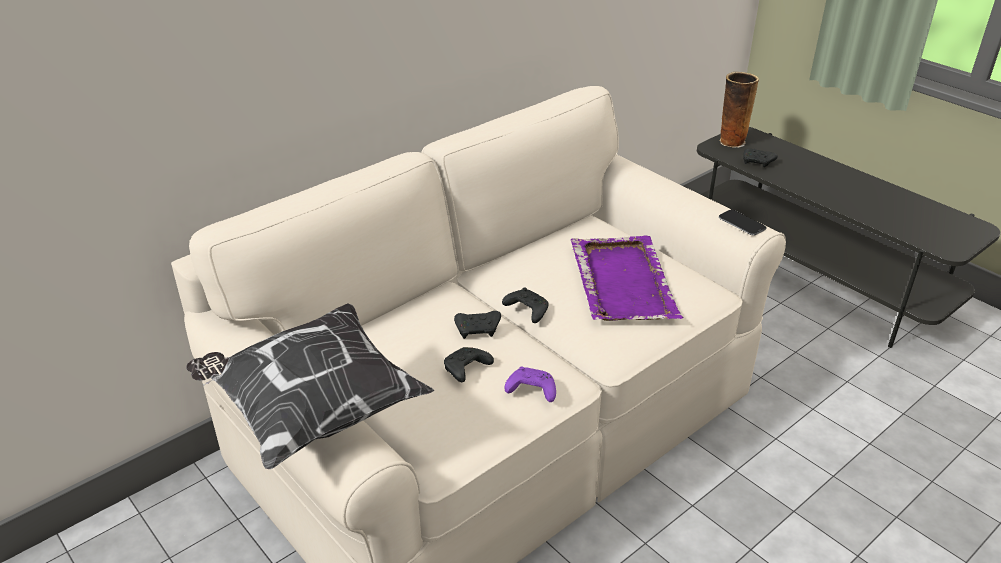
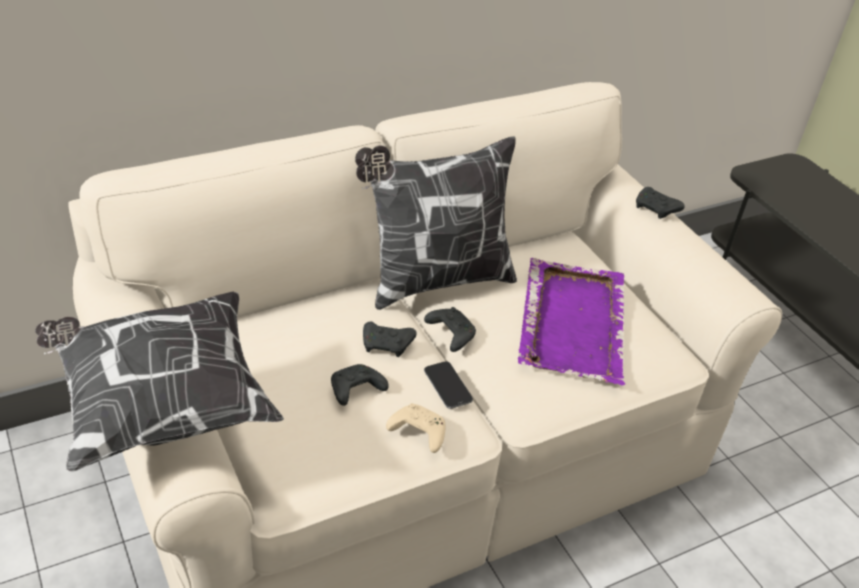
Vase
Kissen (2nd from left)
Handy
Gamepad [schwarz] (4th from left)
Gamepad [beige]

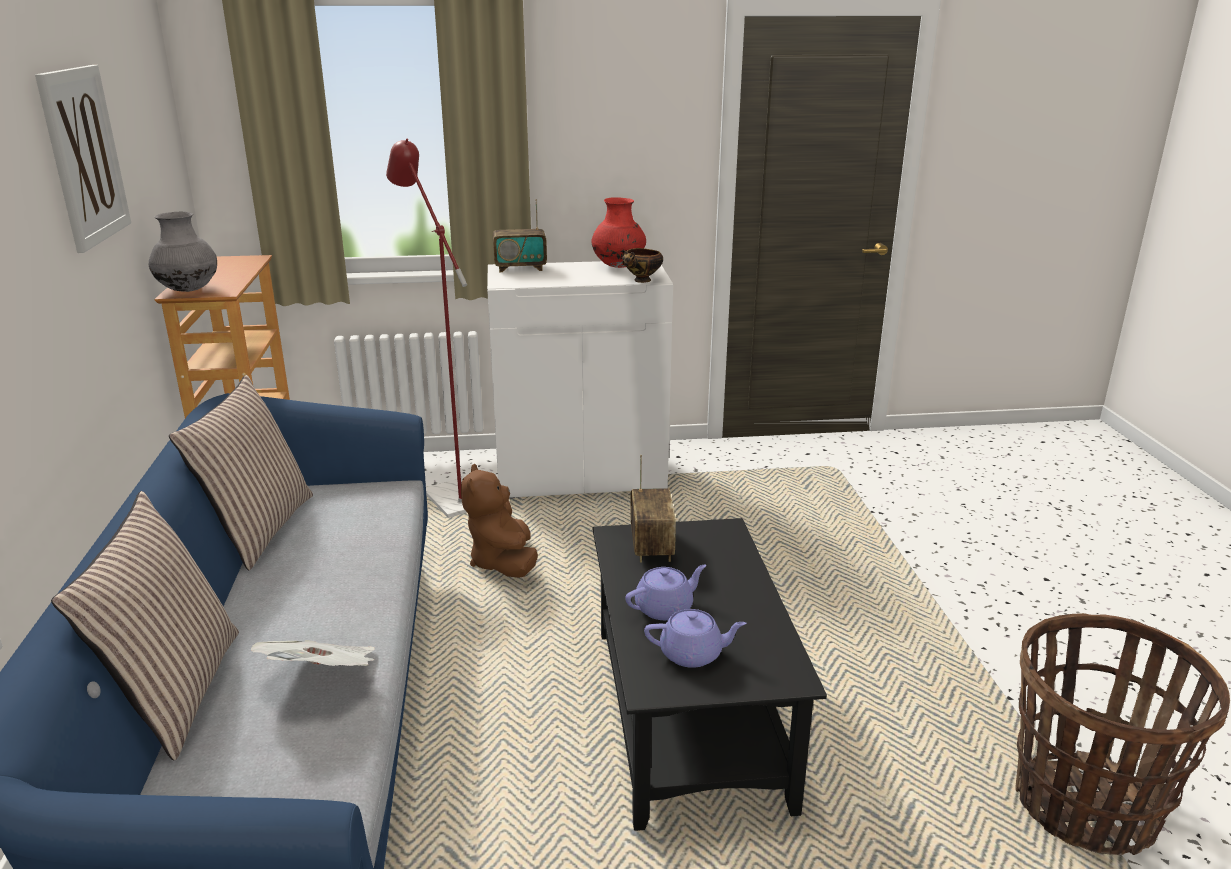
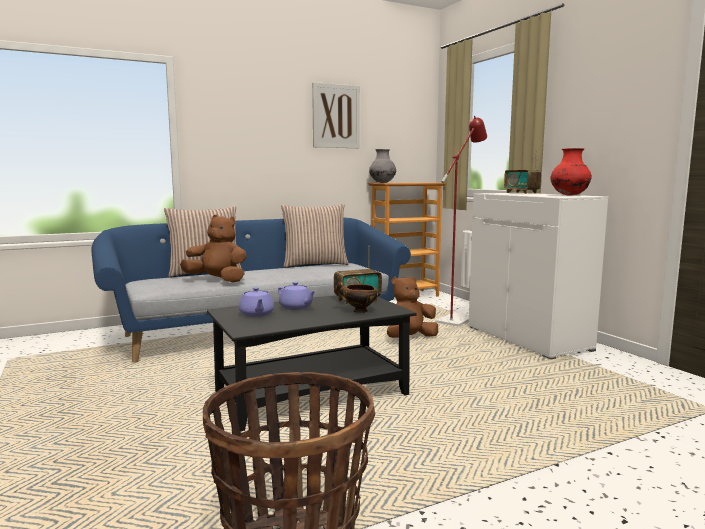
Schüssel
Plüschtier [braun] (1st from left)

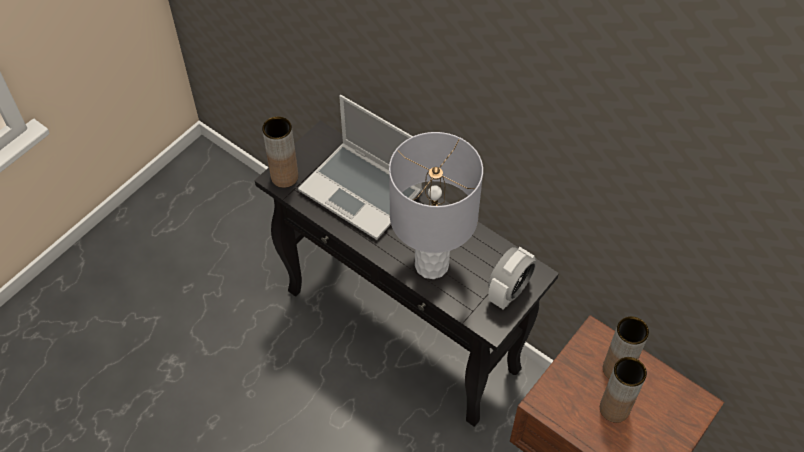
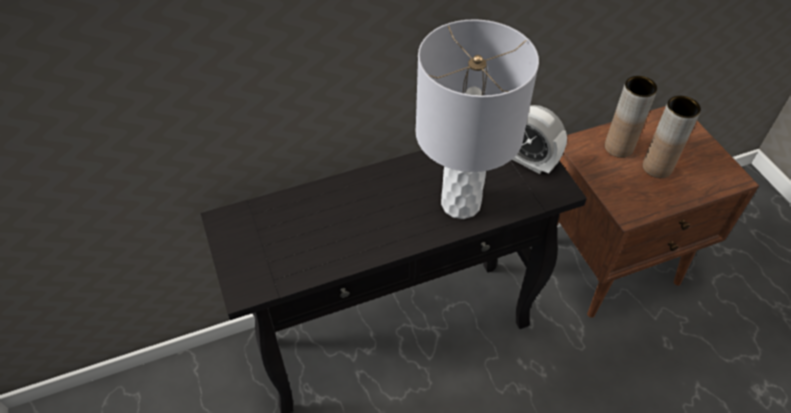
Vase [braun] (1st from left in the first image)
Laptop
Wecker

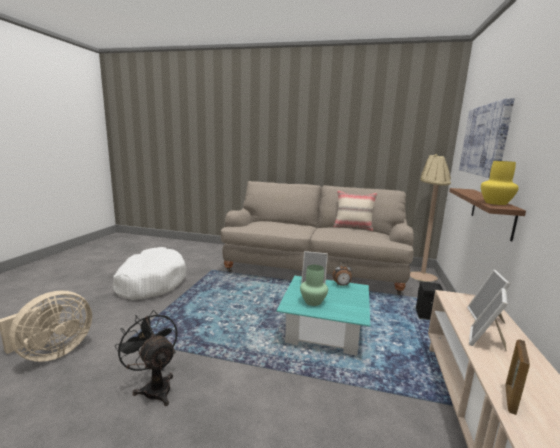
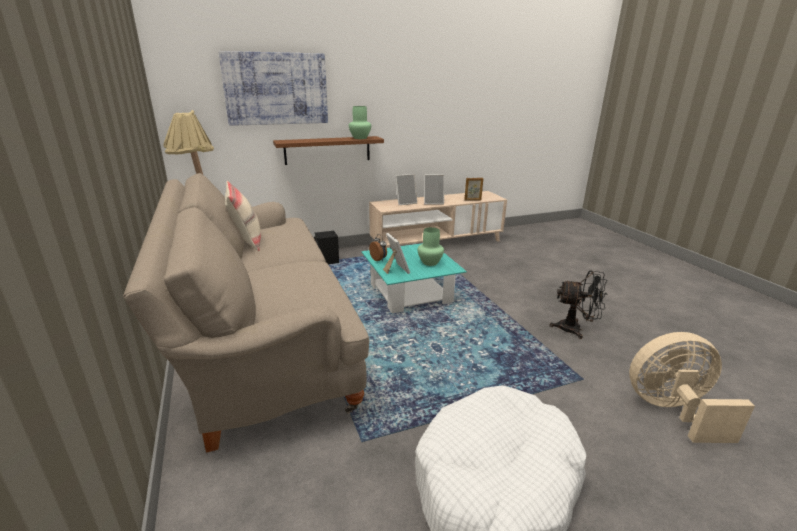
Vase [grün] (1st from left)
Ventilator [schwarz]

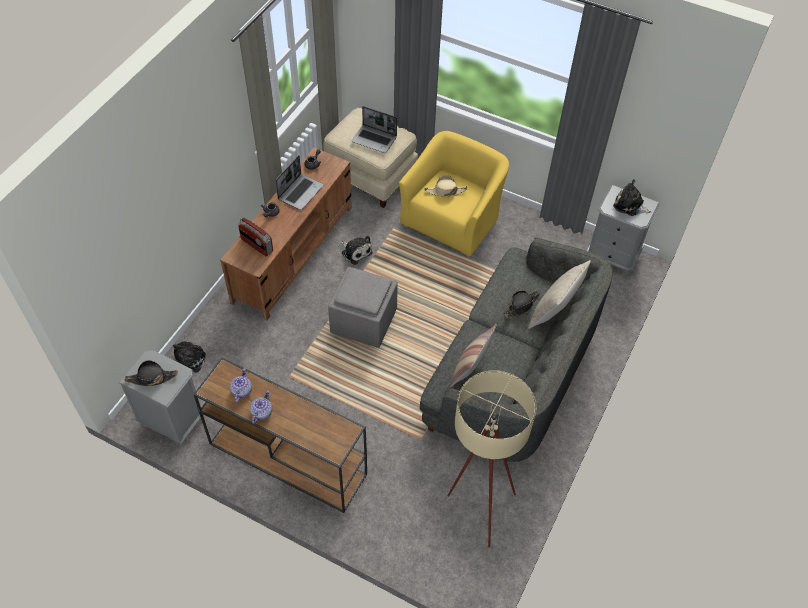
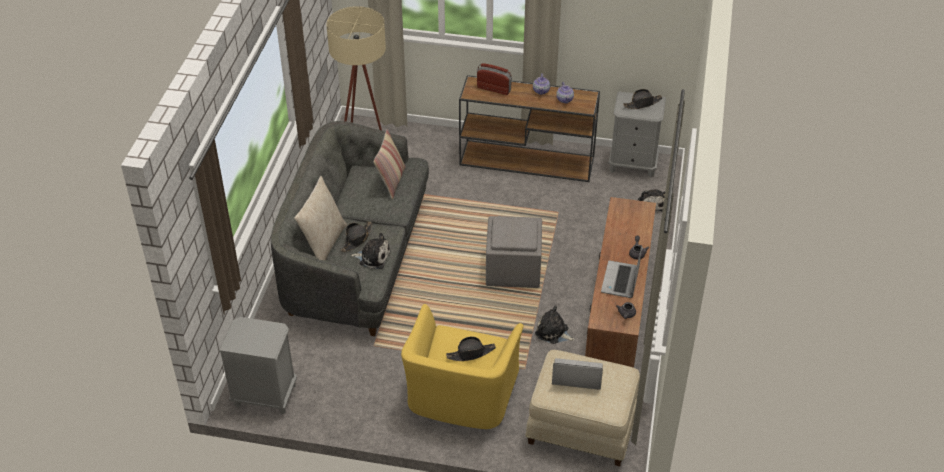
Radio
Plüschtier (1st from left)
Hut [schwarz] (2nd from left)

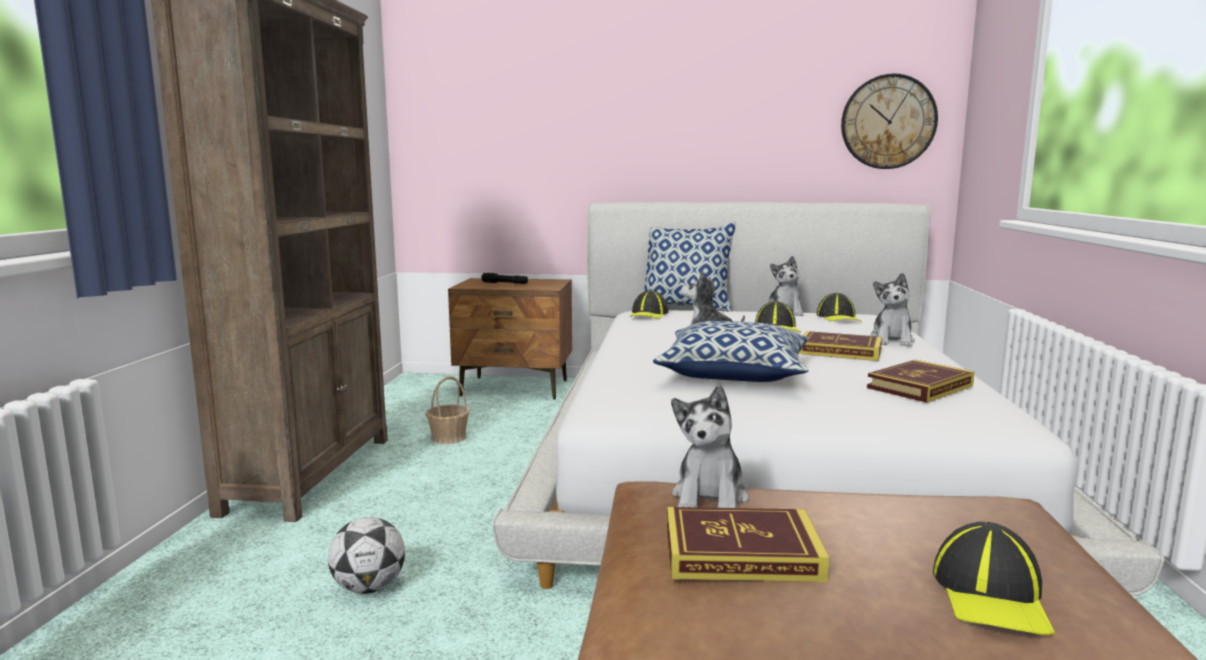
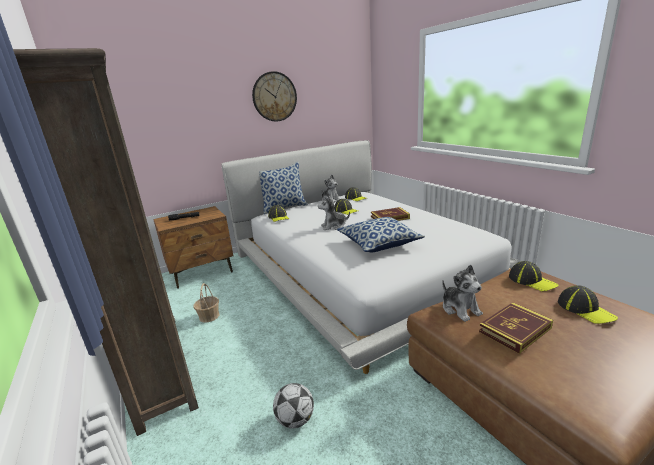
Buch (3rd from left in the first image)
Plüschtier (4th from left in the first image)
Kappe (4th from left)
Wanduhr

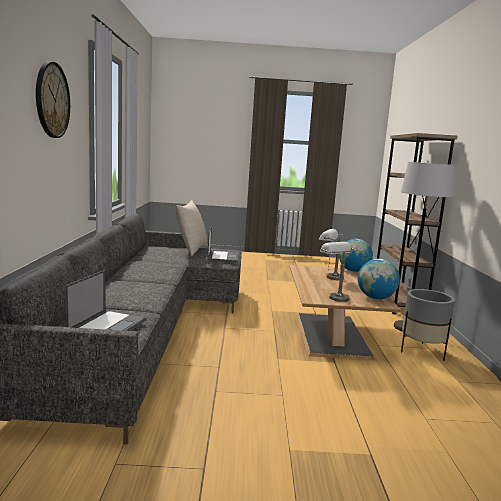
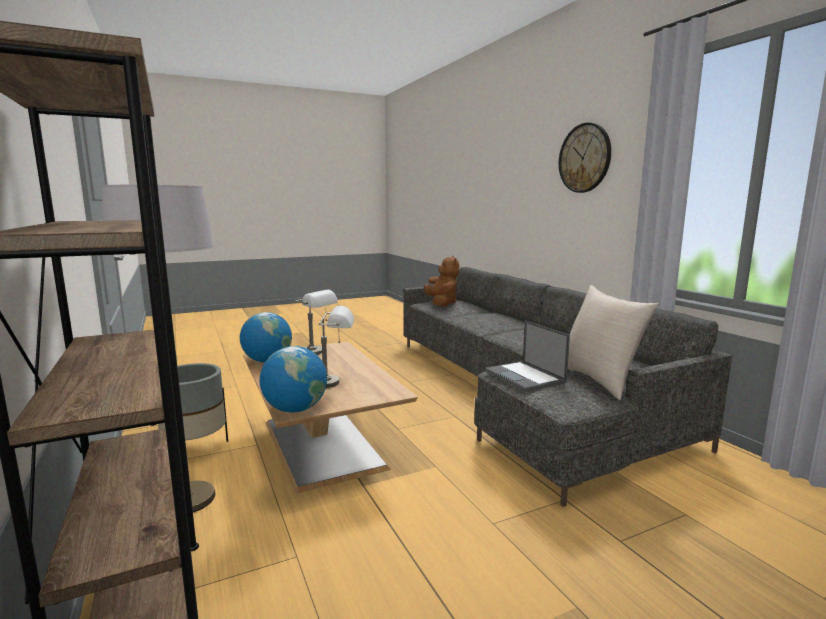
Plüschtier [braun]

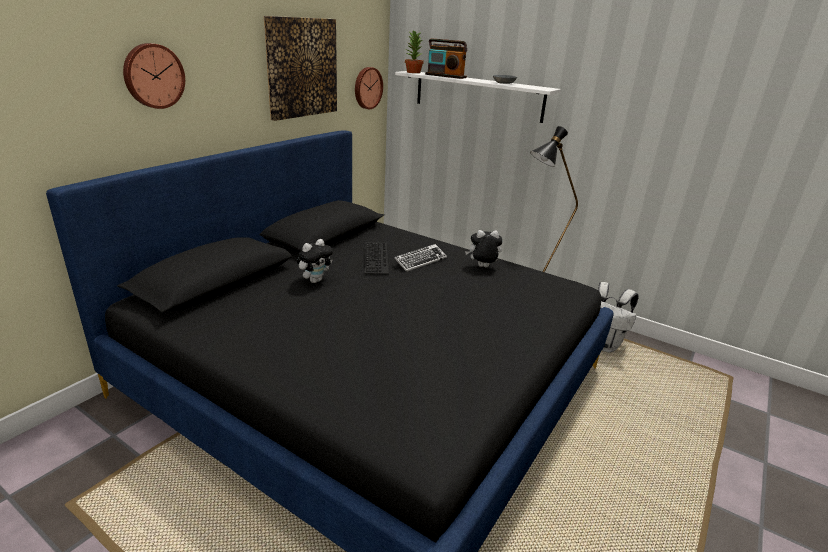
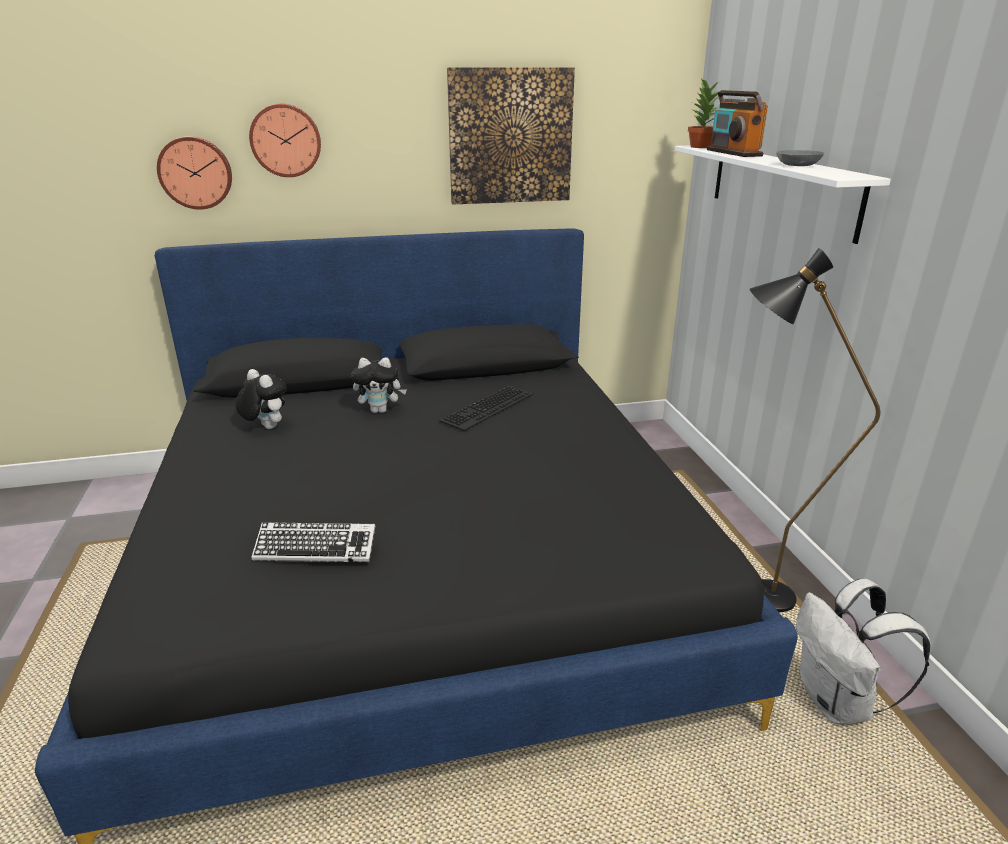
Wanduhr (1st from left)
Tastatur (1st from left)
Plüschtier (1st from left)

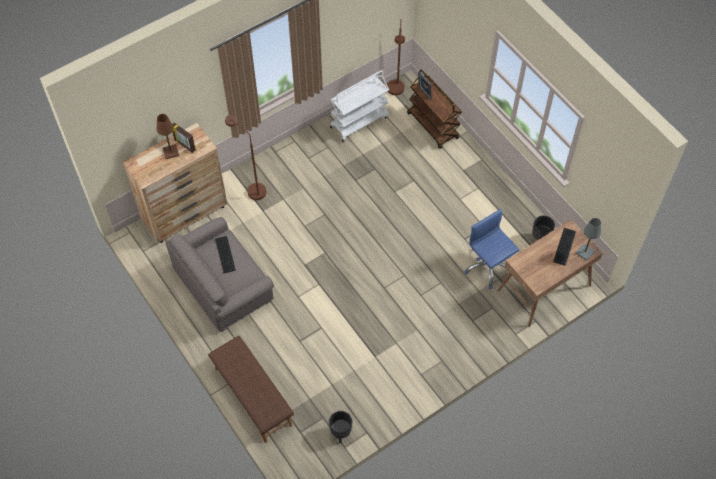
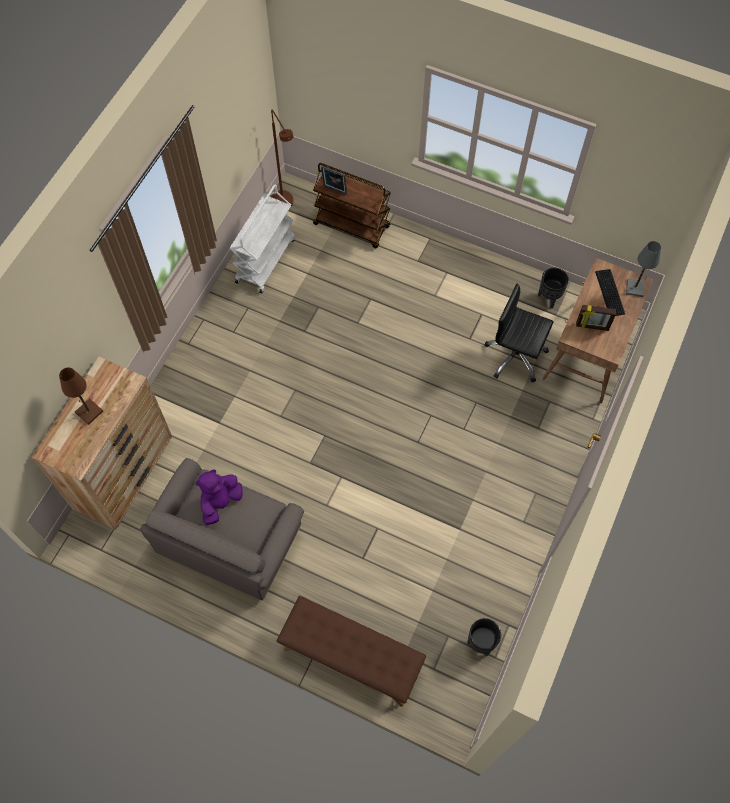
Stehlampe [braun] (1st from left in the first image)
Bilderrahmen (2nd from left)
Plüschtier [lila]
Bürostuhl [schwarz]

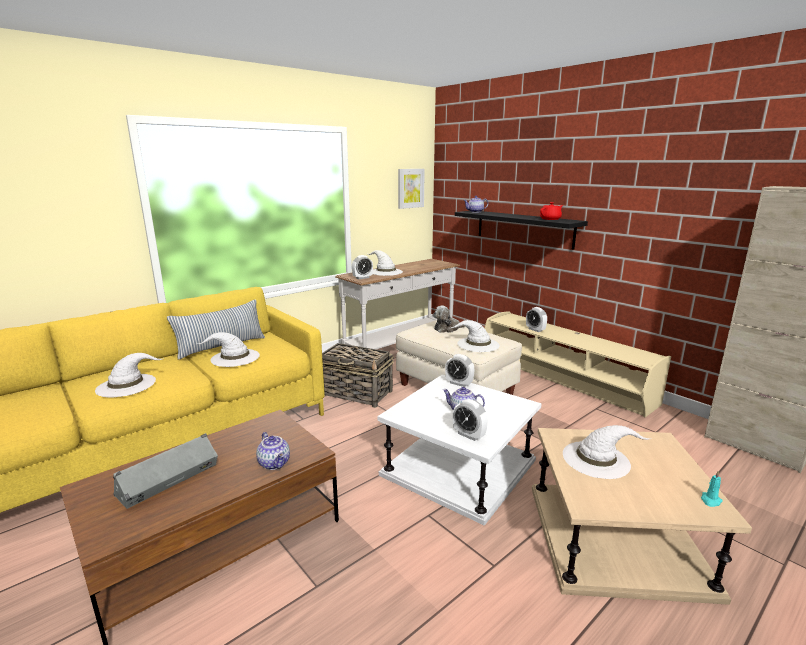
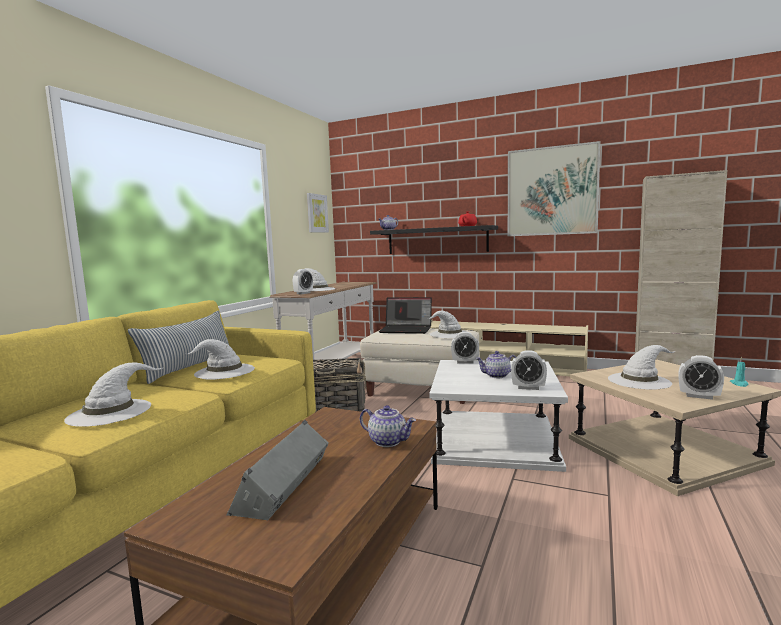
Bild (2nd from left)
Wecker (4th from left)
Laptop

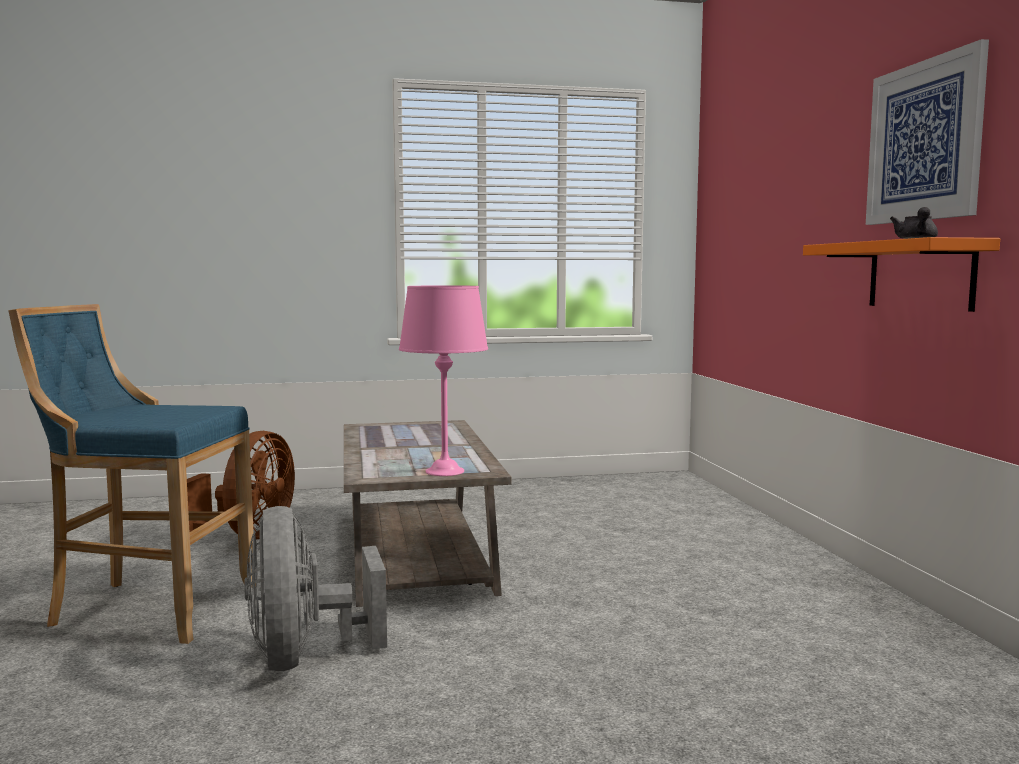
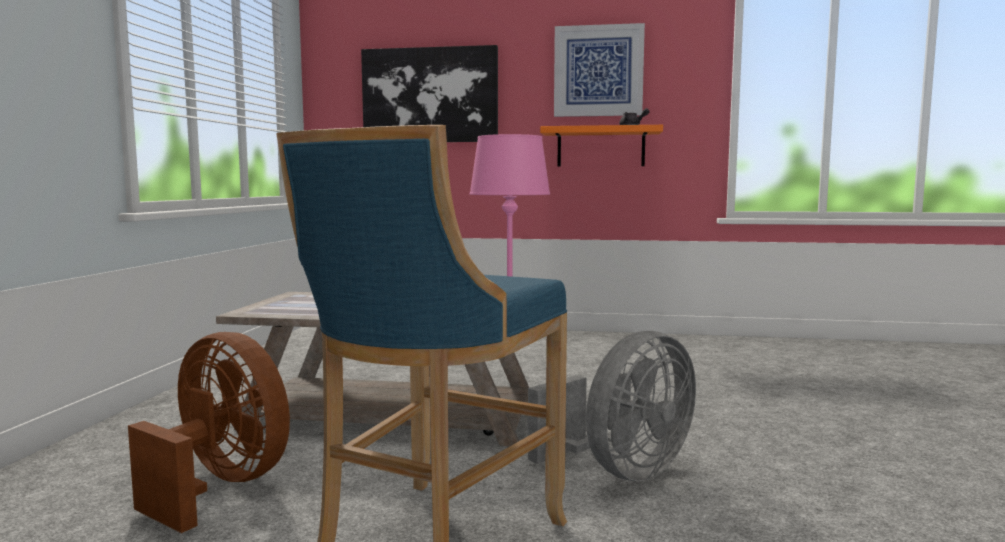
Bild (1st from left)
Ventilator [grau]

